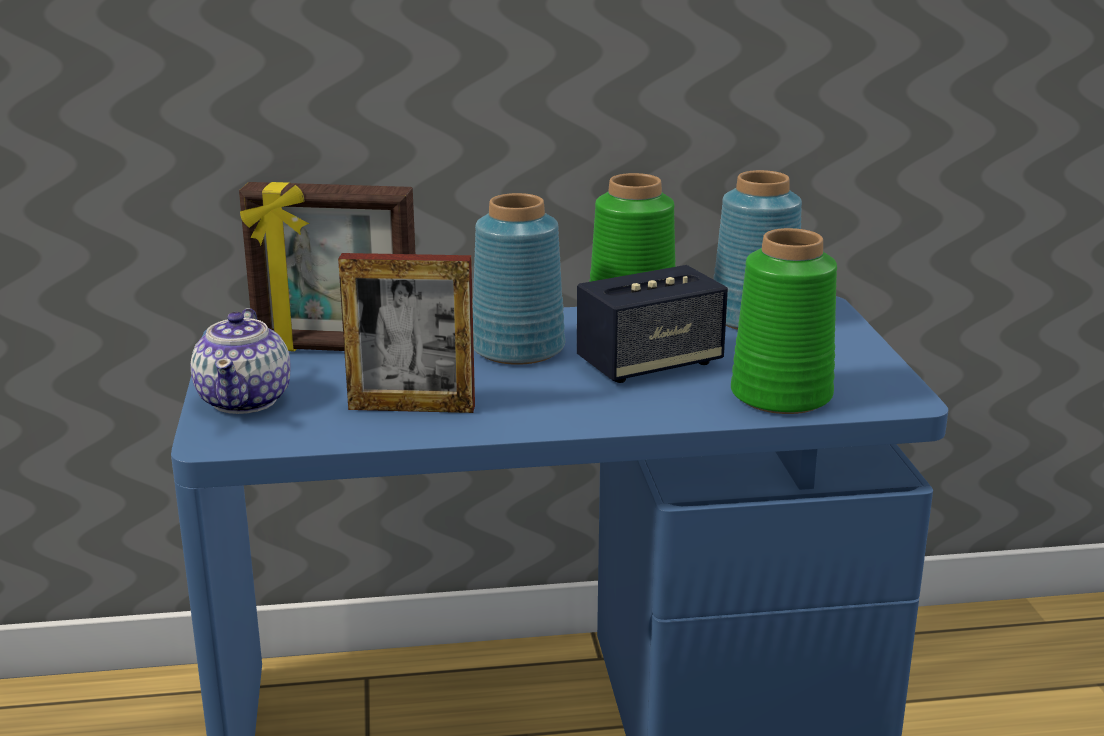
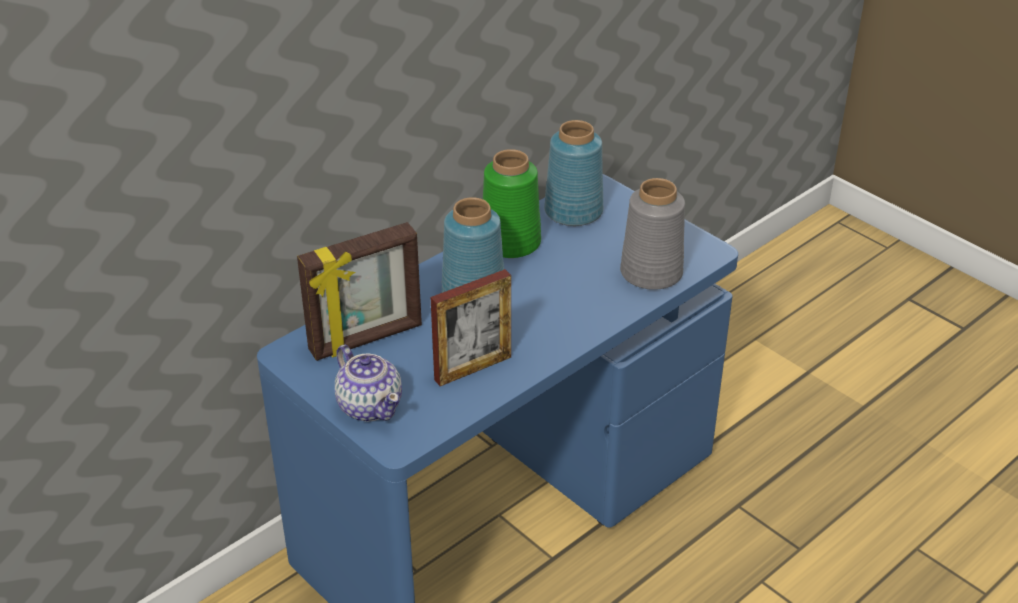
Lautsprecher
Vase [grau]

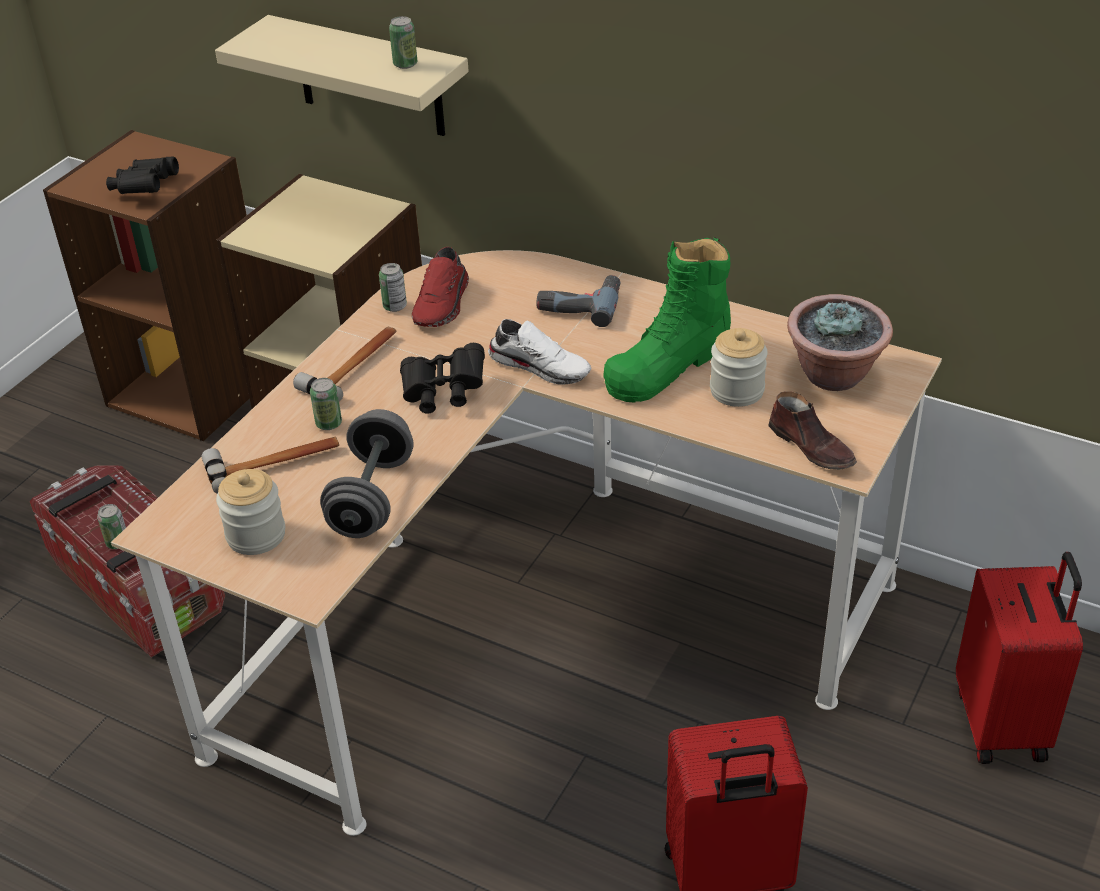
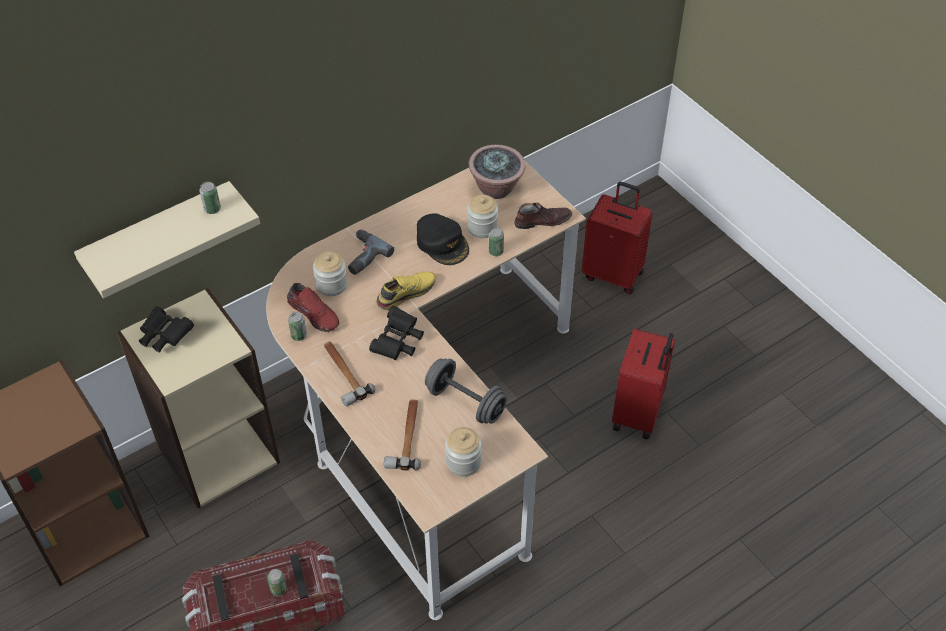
Vorratsglas (1st from left)
Fernglas [schwarz] (1st from left)
Dose (4th from left)
Kappe [schwarz]
Schuh [gelb]

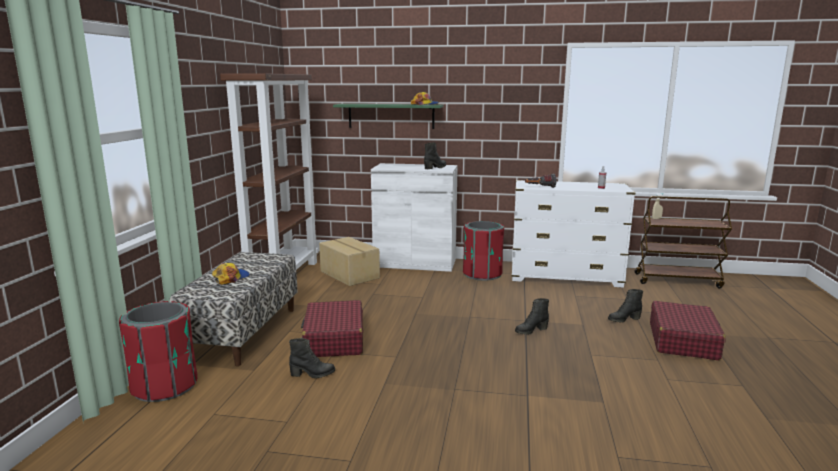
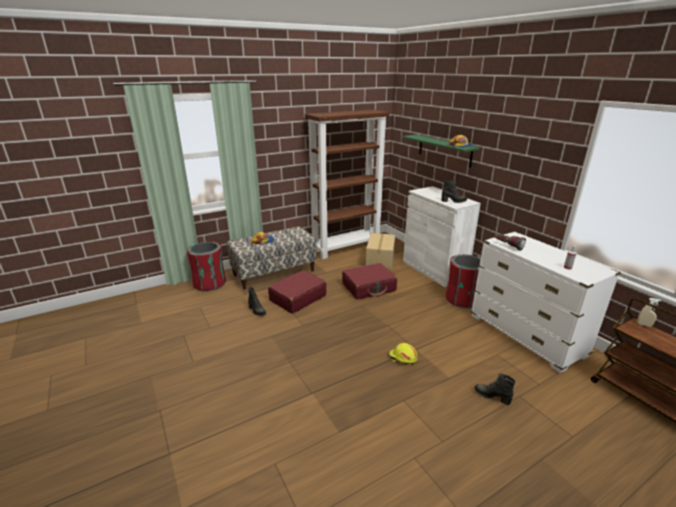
Koffer [rot] (2nd from left)
Schutzhelm [gelb]

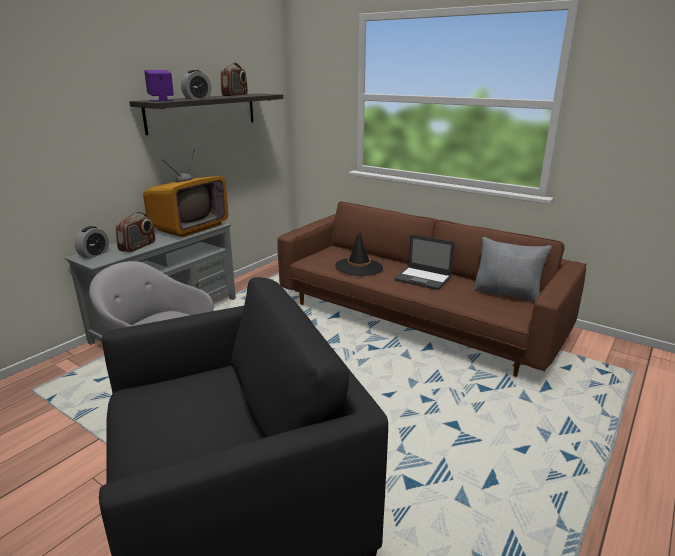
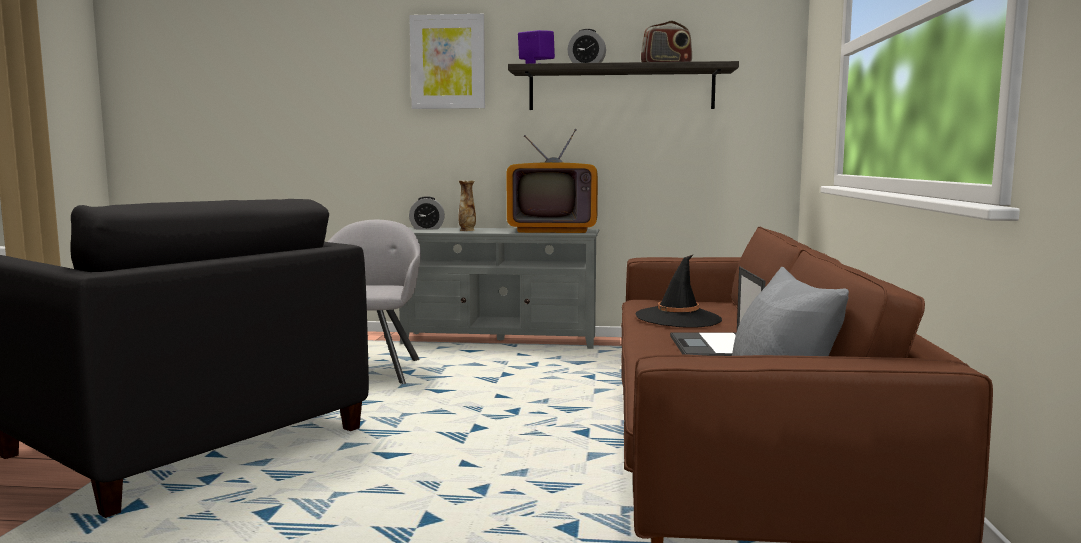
Bild
Vase

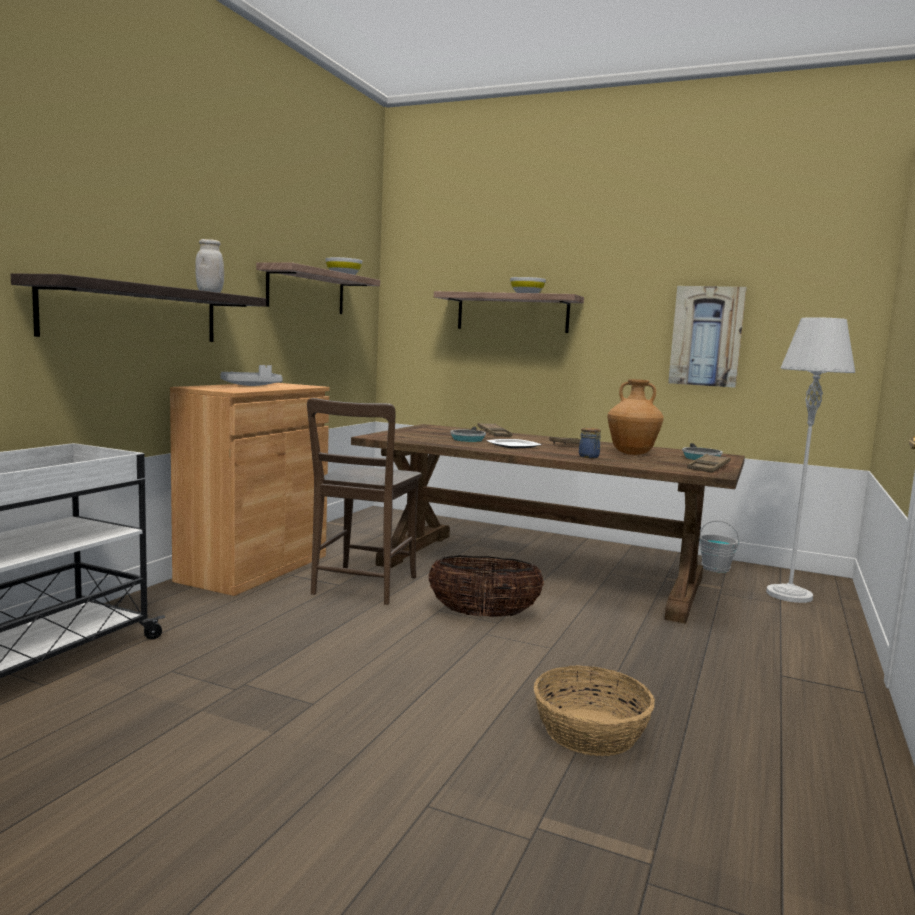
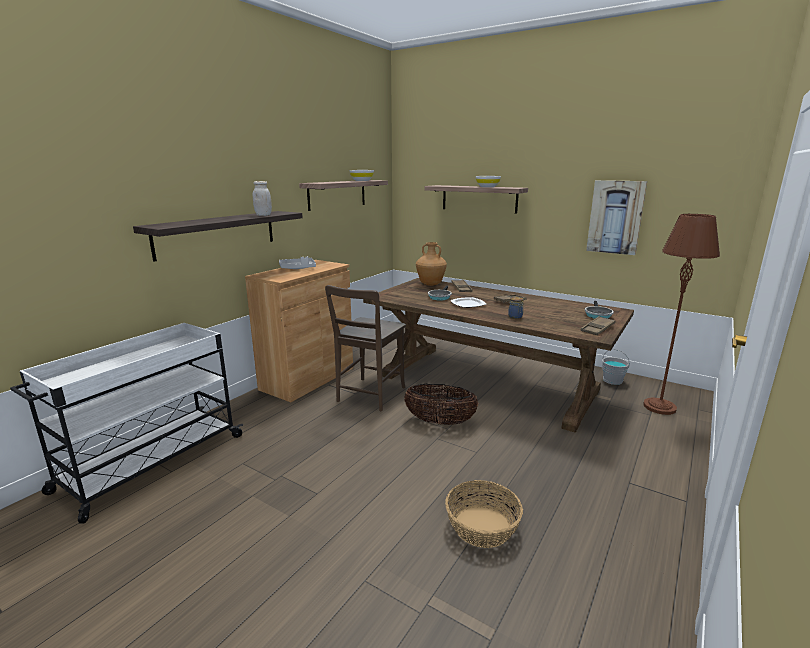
Vase [braun]
Stehlampe [braun]

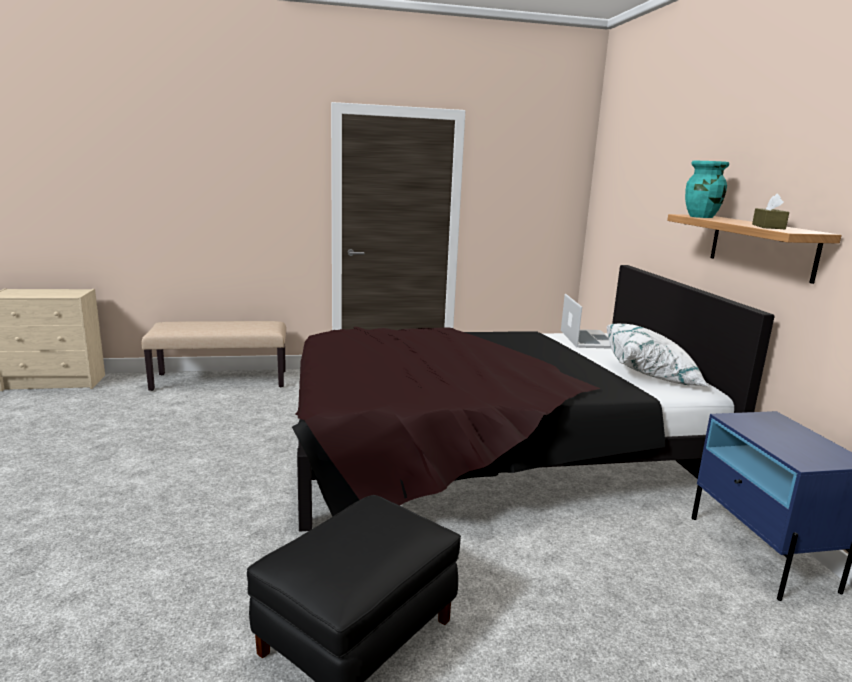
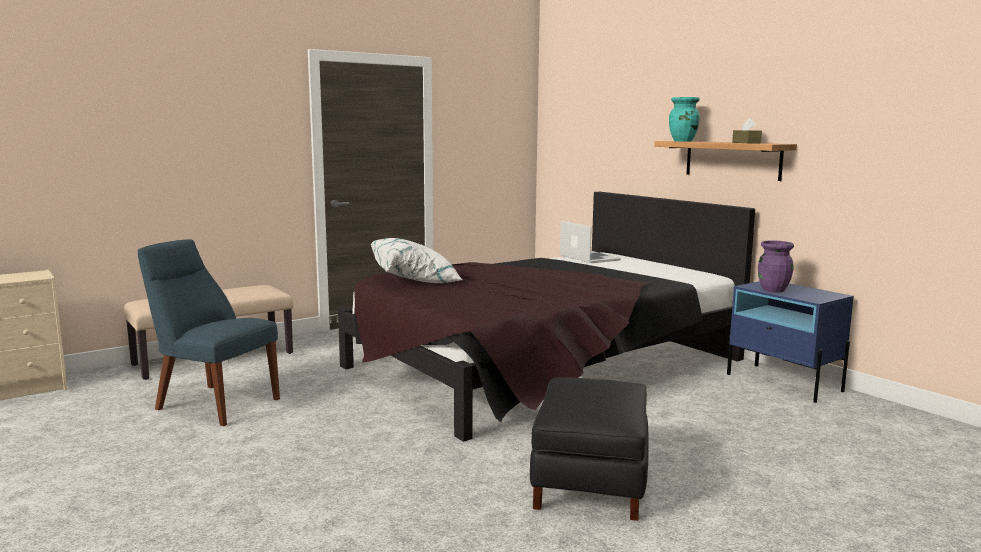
Stuhl [blau]
Vase [lila]
Kissen [weiß]

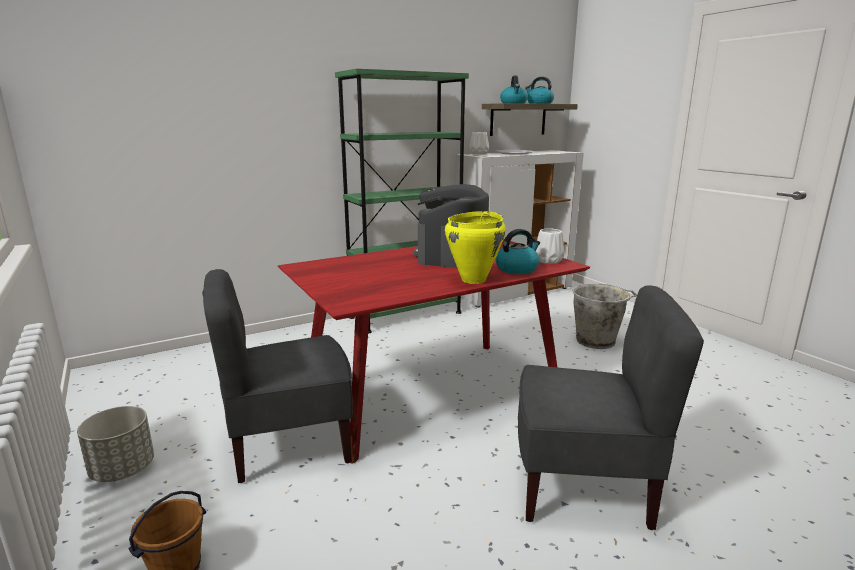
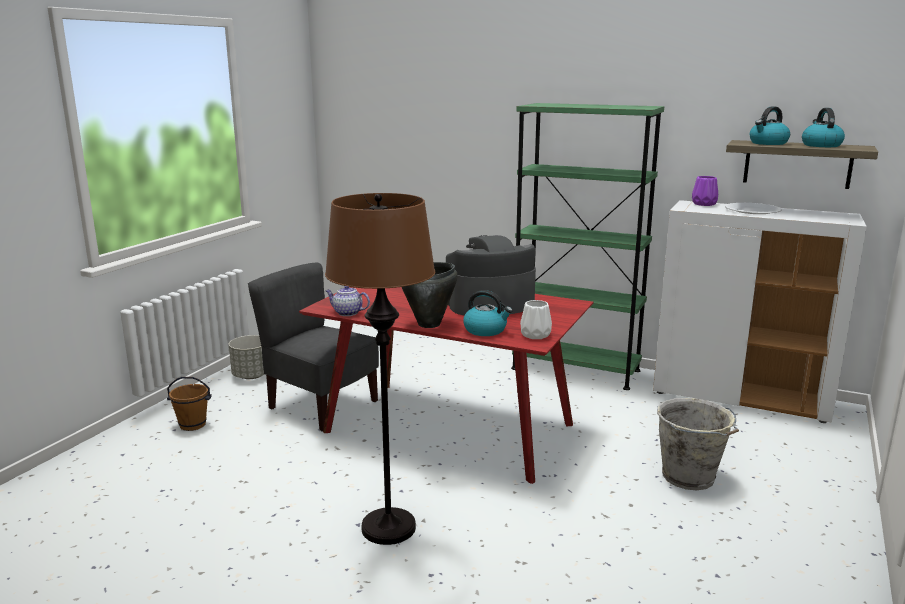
Teekanne
Stehlampe [braun]
Kochtopf [schwarz]
Vase [lila]

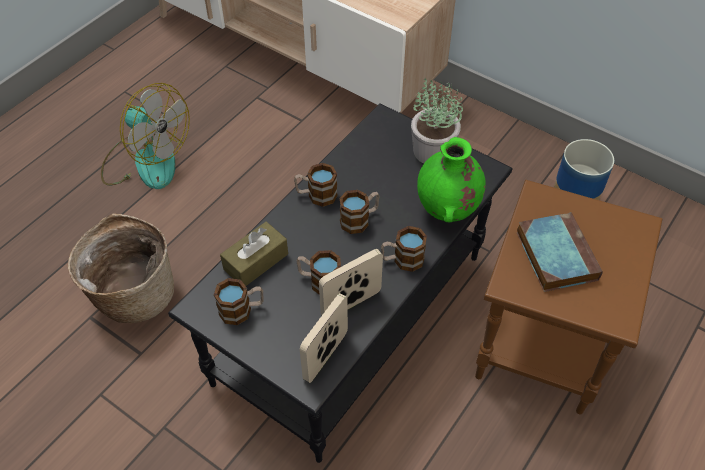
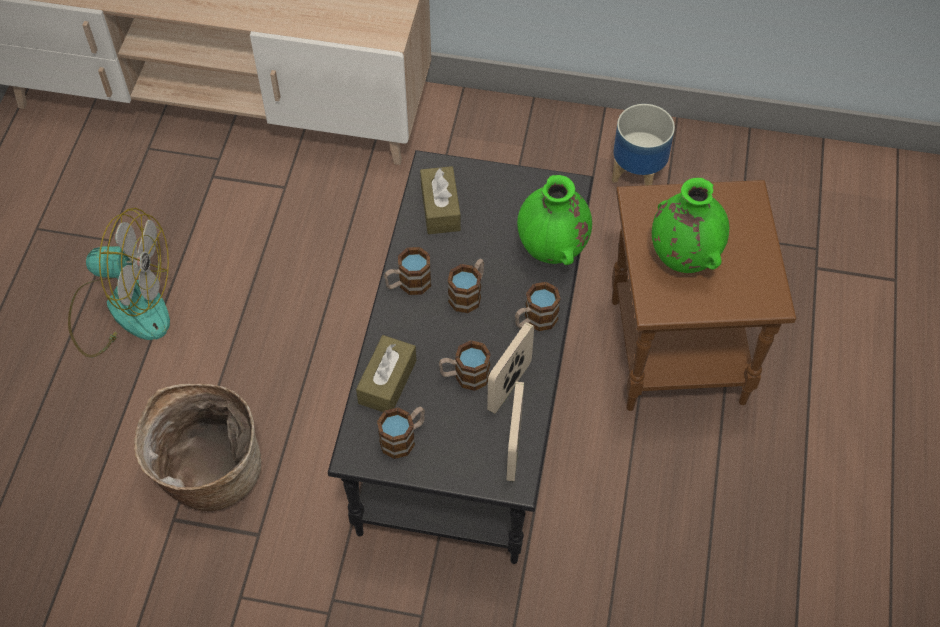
Topfpflanze
Taschentuchbox [braun] (2nd from left)
Vase [grün] (2nd from left)

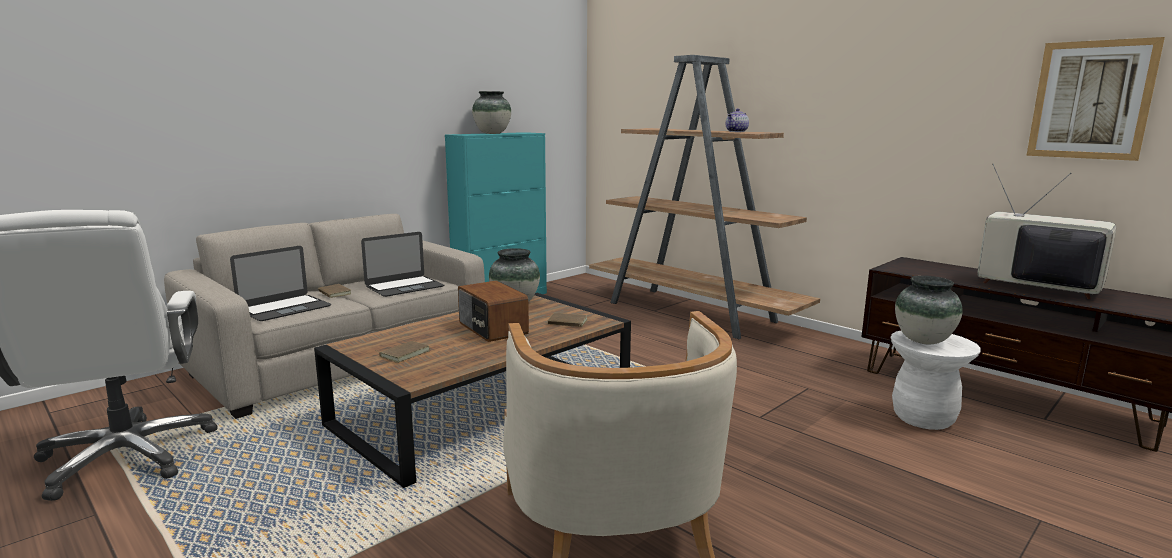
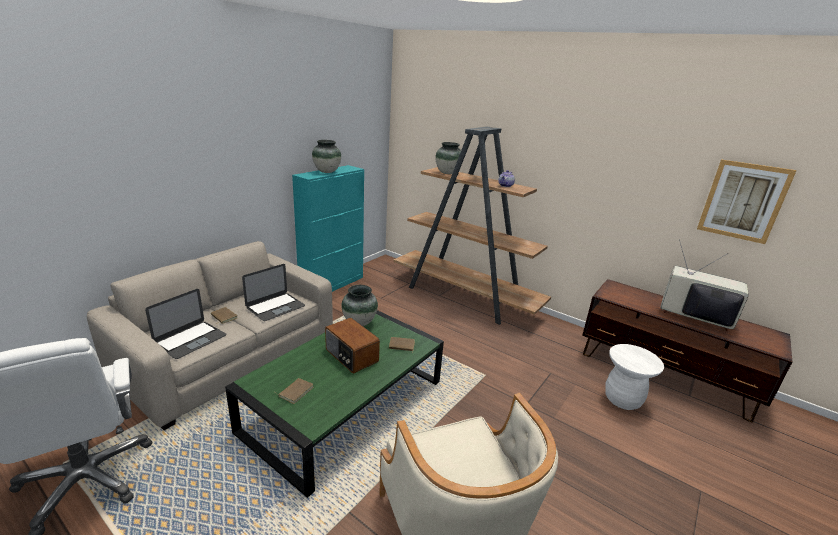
Vase (3rd from left)
Couchtisch [grün]

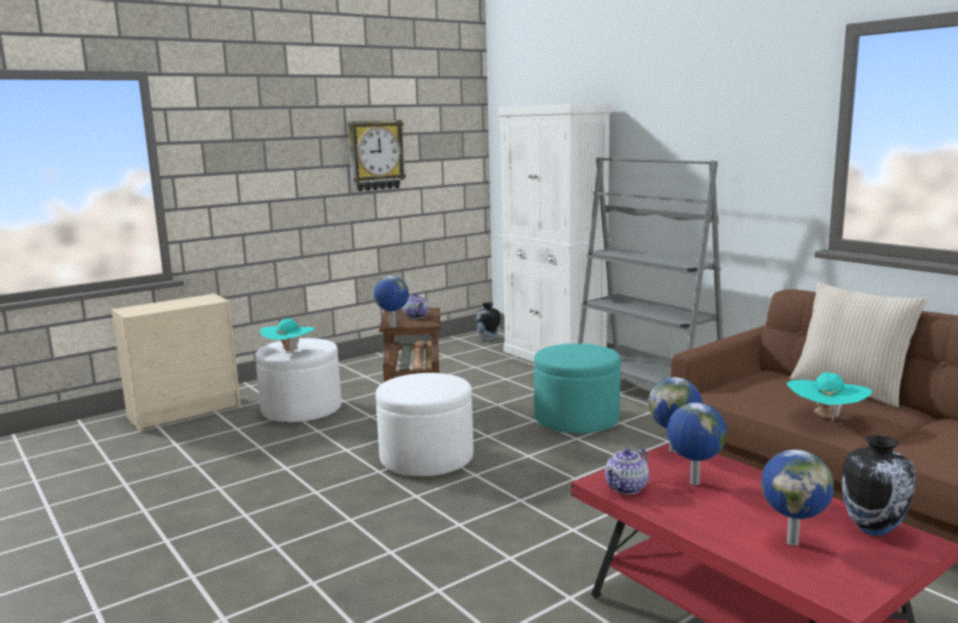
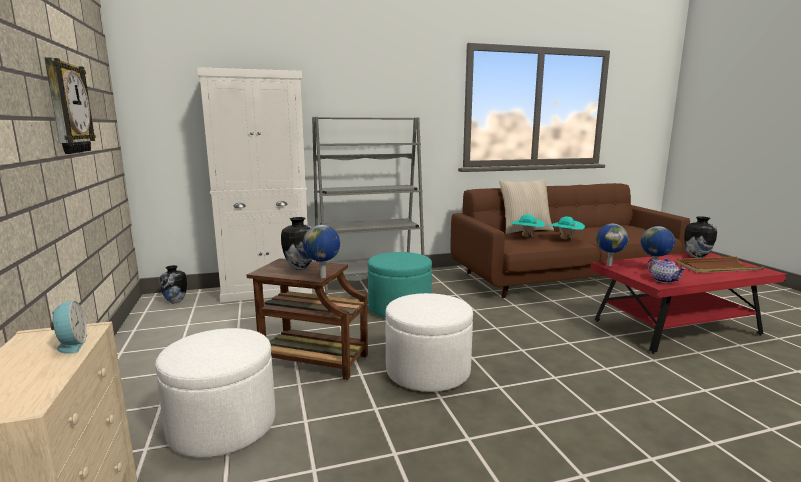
Wecker
Hut [türkis] (1st from left)
Vase (2nd from left)
Tablett [braun]

